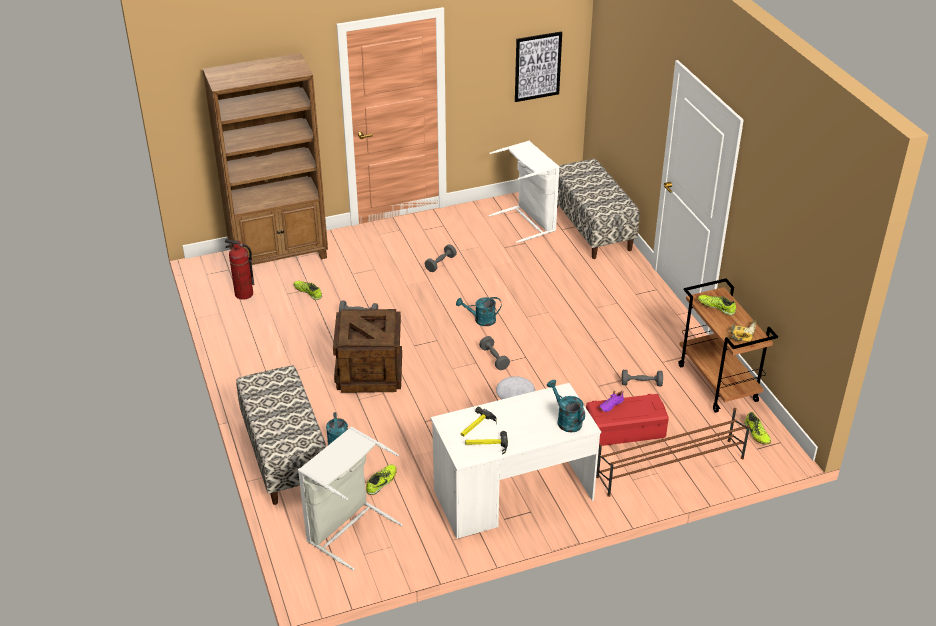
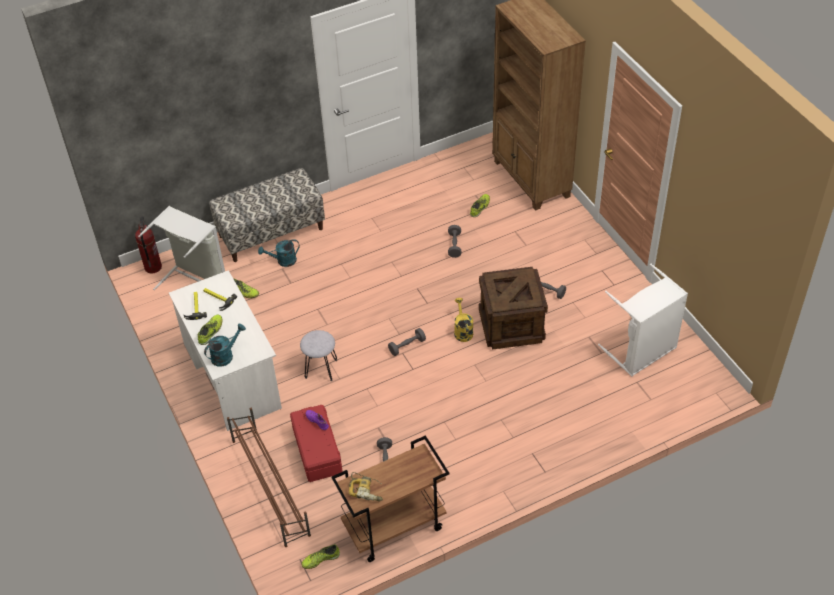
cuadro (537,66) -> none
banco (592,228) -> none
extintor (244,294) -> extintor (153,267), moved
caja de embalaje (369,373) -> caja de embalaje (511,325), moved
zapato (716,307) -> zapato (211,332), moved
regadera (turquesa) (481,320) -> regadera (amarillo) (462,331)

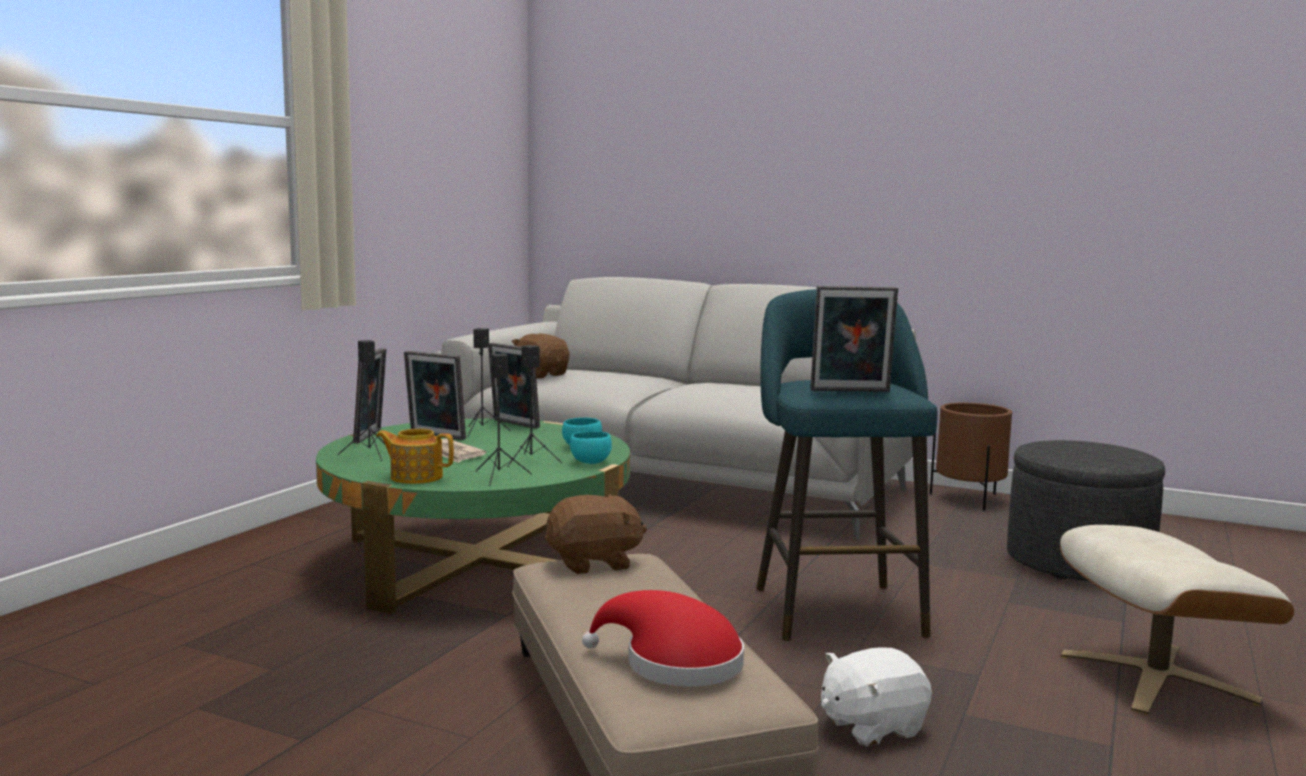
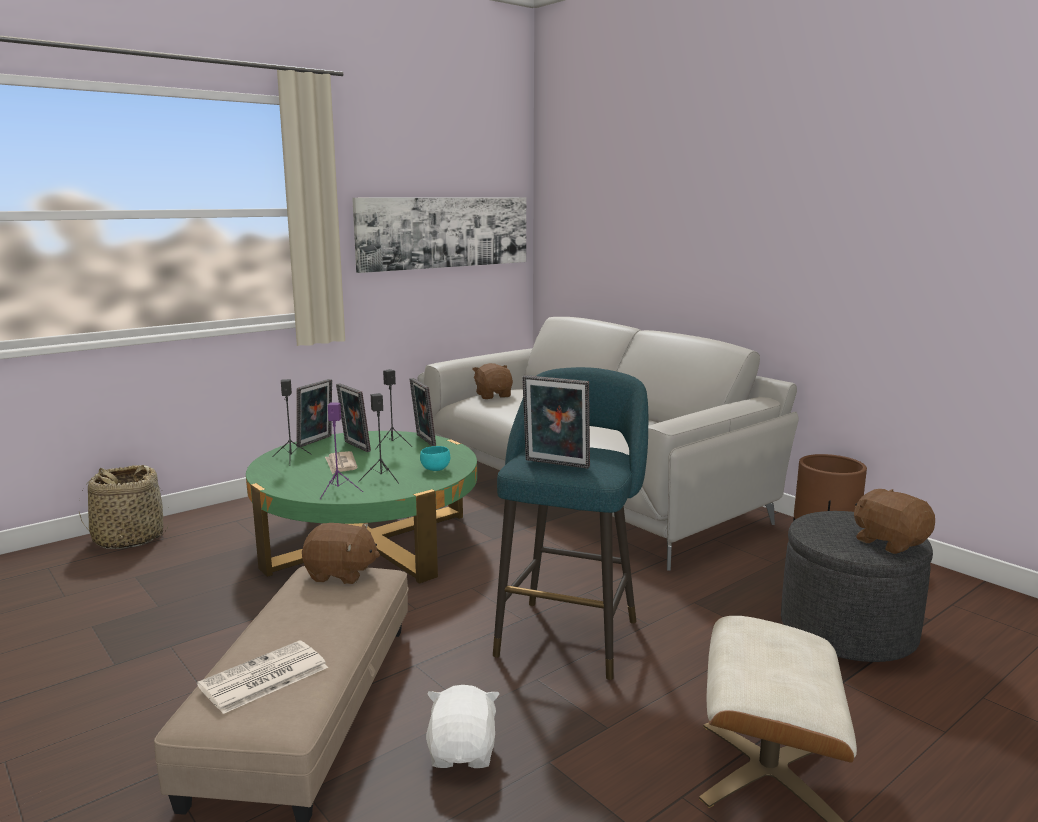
tetera (415,477) -> none
cuenco (turquesa) (589,462) -> none
none -> cesta (128,539)
none -> cuadro (445,232)
none -> peluche (marrón) (890,542)
sombrero (rojo) (674,663) -> periódico (263,678)
altavoz (negro) (499,477) -> altavoz (morado) (338,491)
peluche (blanco) (871,726) -> peluche (blanco) (463,752), 90 degrees clockwise

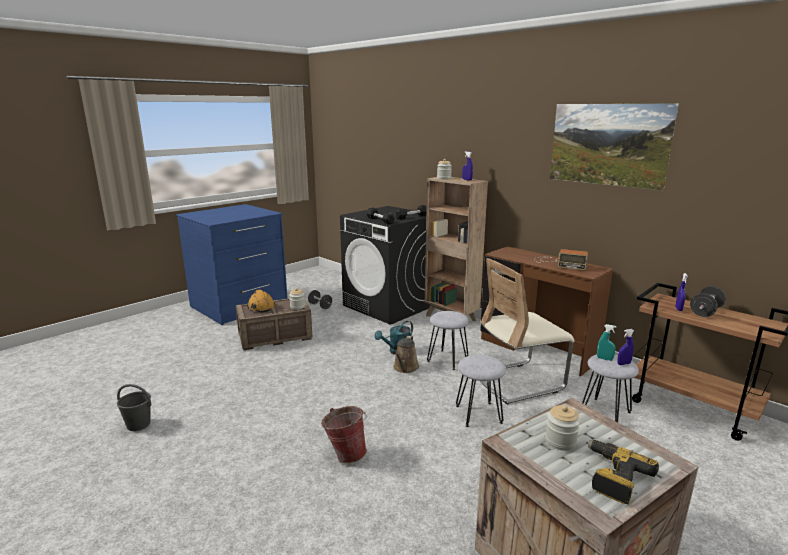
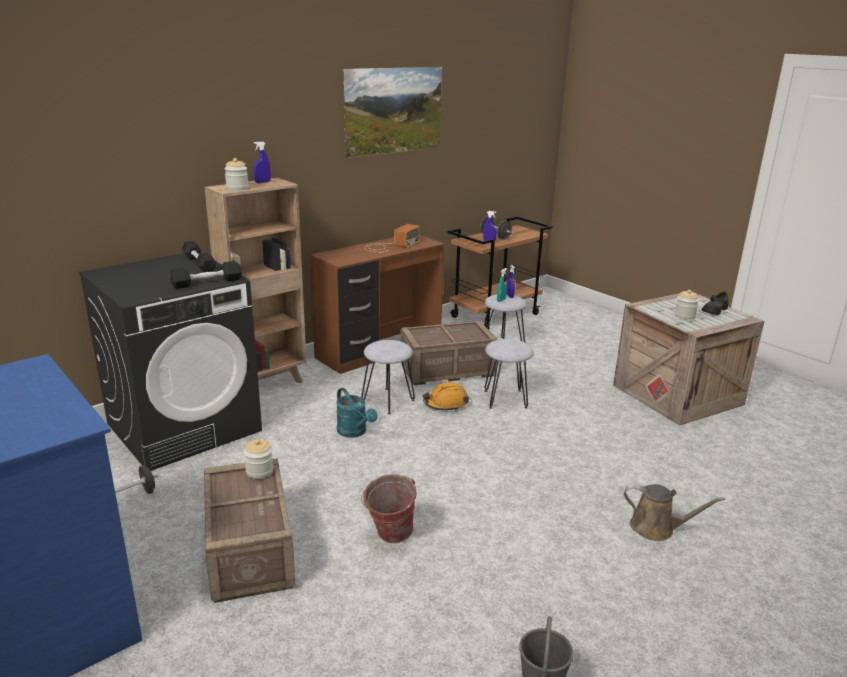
casco (naranja) (260,306) -> casco (naranja) (445,404), moved
cubo (345,454) -> cubo (389,537), moved
regadera (marrón) (405,368) -> regadera (marrón) (656,528), moved
silla (beis) (518,382) -> caja de embalaje (446,370)
taladro (612,477) -> zapato (negro) (714,310)

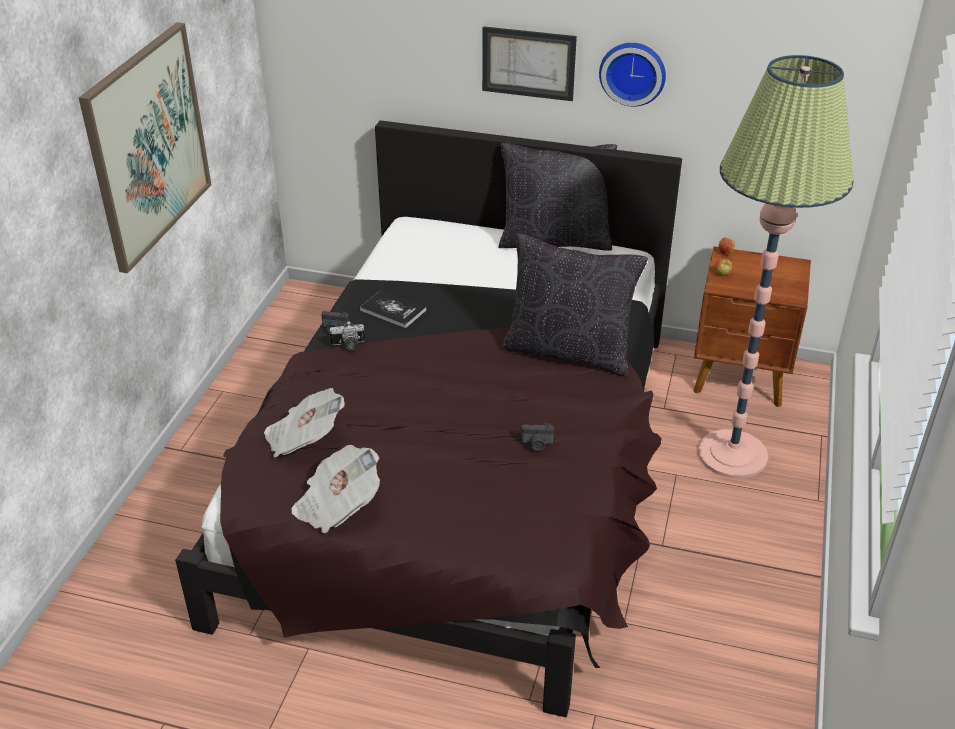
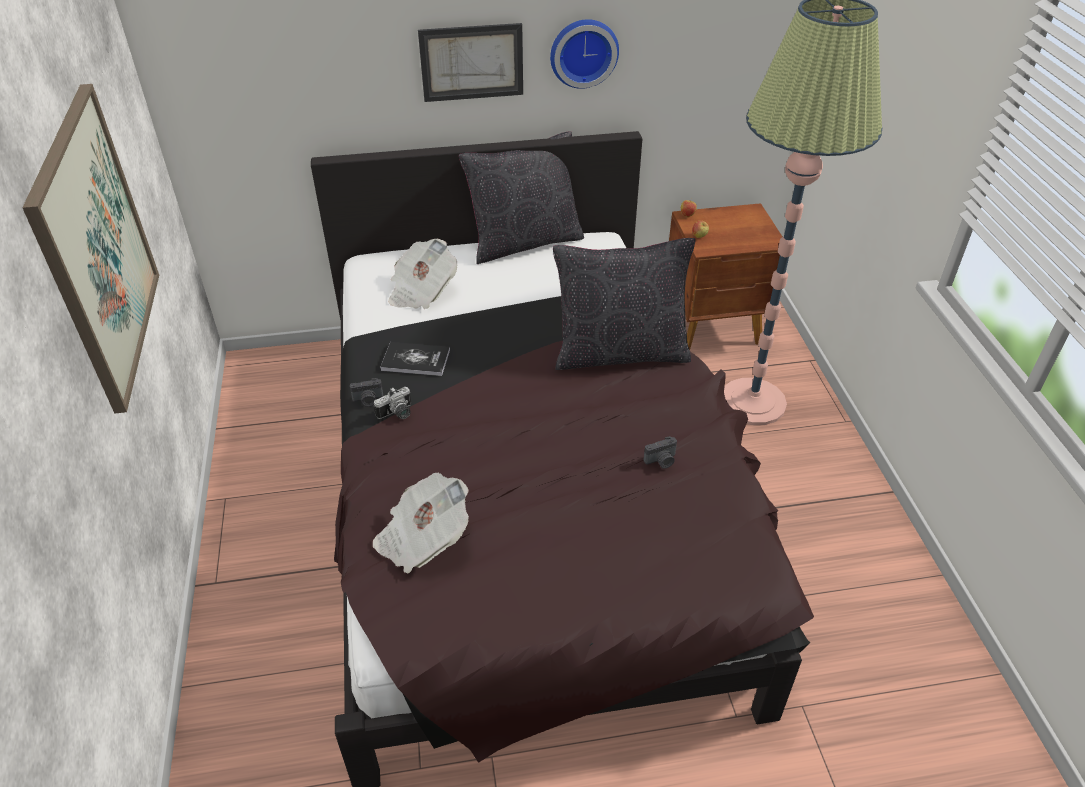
periódico (337,505) -> periódico (421,291), moved

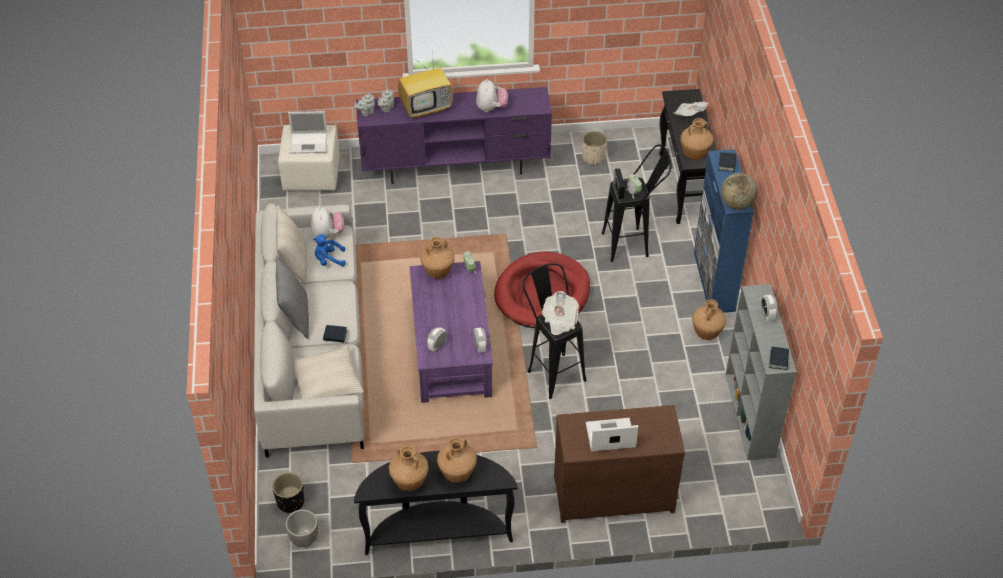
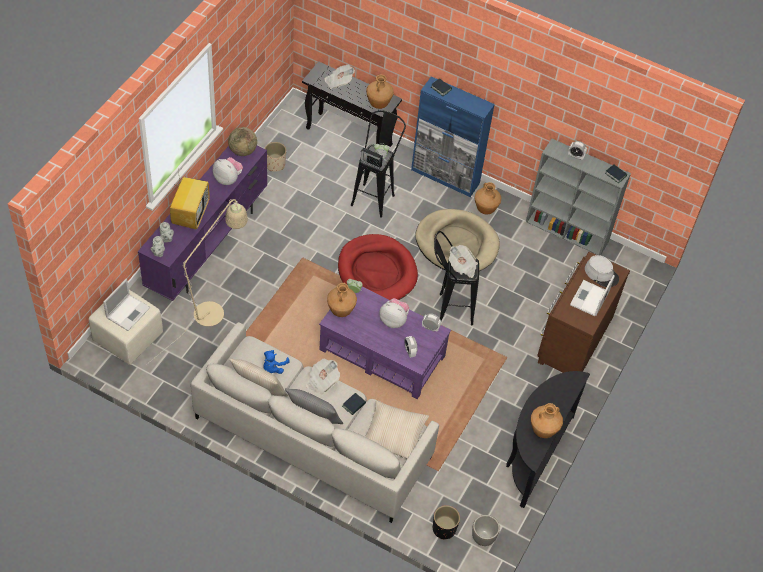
florero (marrón) (457,474) -> none
none -> lámpara de pie (beis) (214,308)
none -> periódico (322,381)
none -> cama para perro (beis) (456,244)
none -> sombrero (gris) (601,274)
peluche (328,234) -> peluche (393,320), moved
globo terráqueo (737,203) -> globo terráqueo (243,151), moved

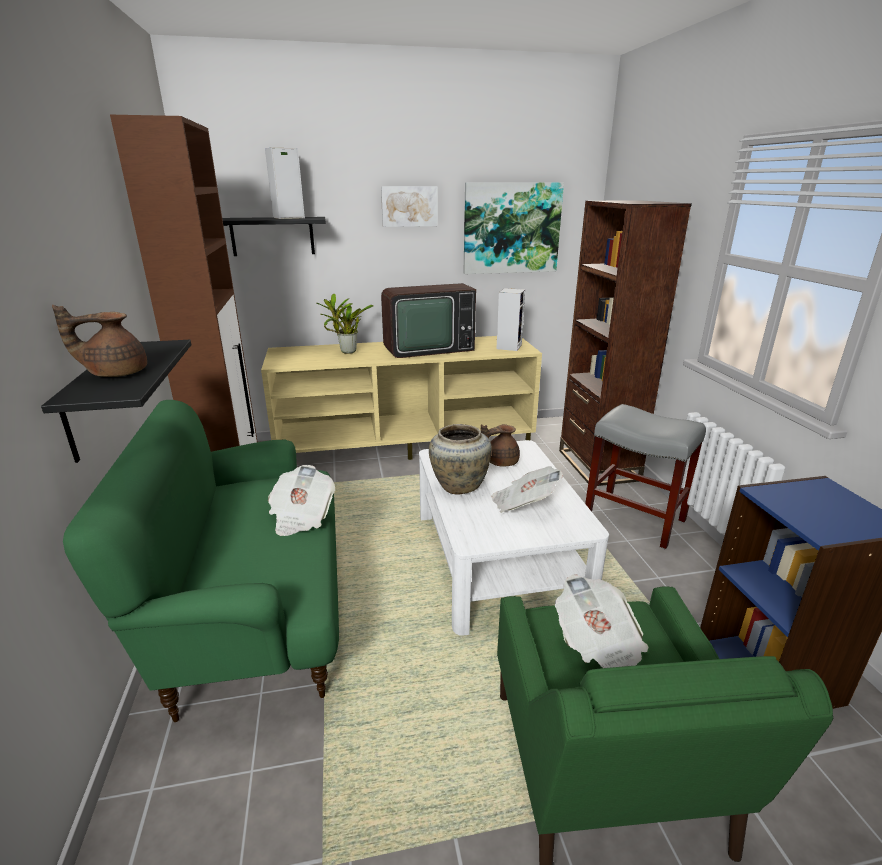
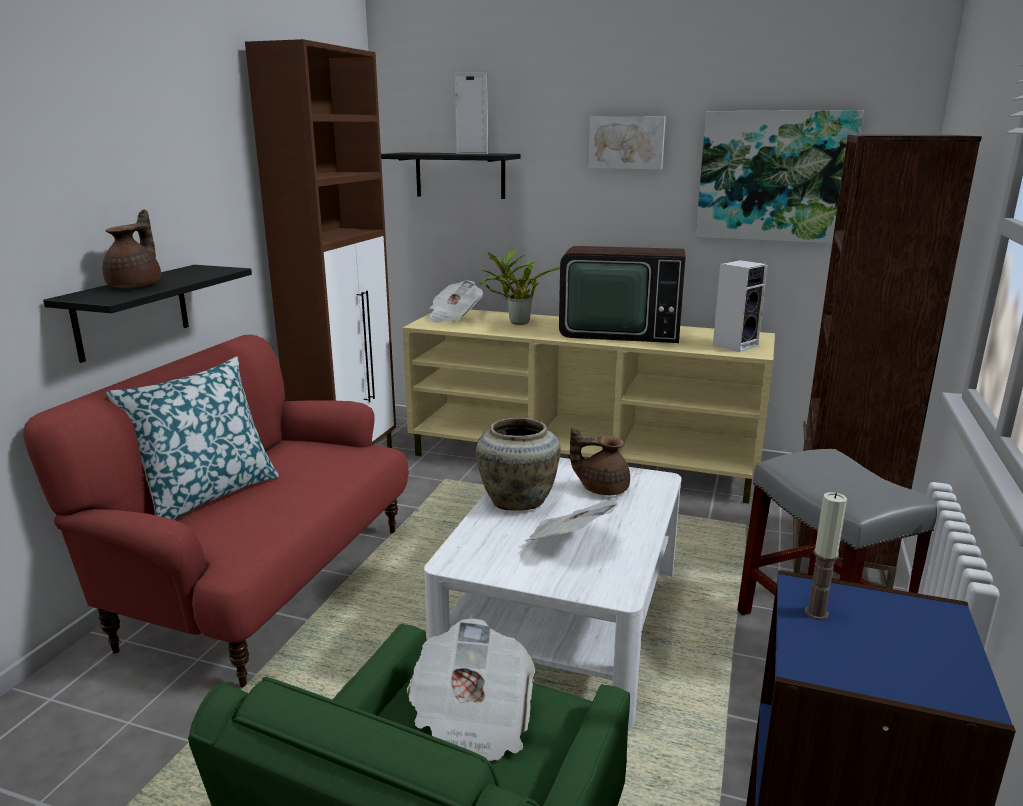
none -> cojín (208,495)
none -> vela (816,613)
periódico (301,516) -> periódico (453,317), moved
sofá (verde) (257,610) -> sofá (rojo) (265,584)
tetera (marrón) (116,373) -> tetera (marrón) (137,285), 90 degrees clockwise

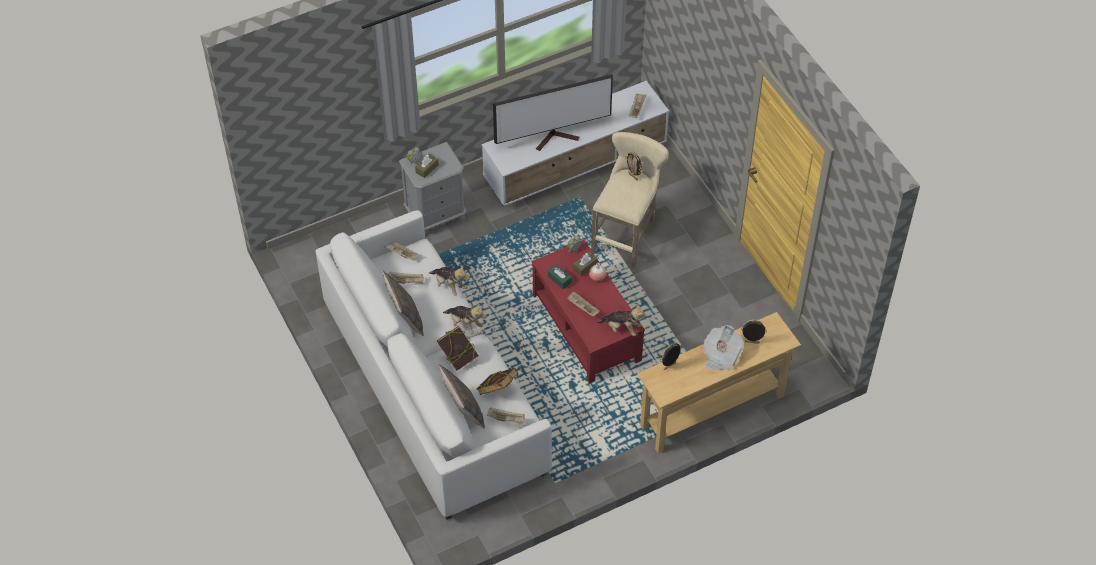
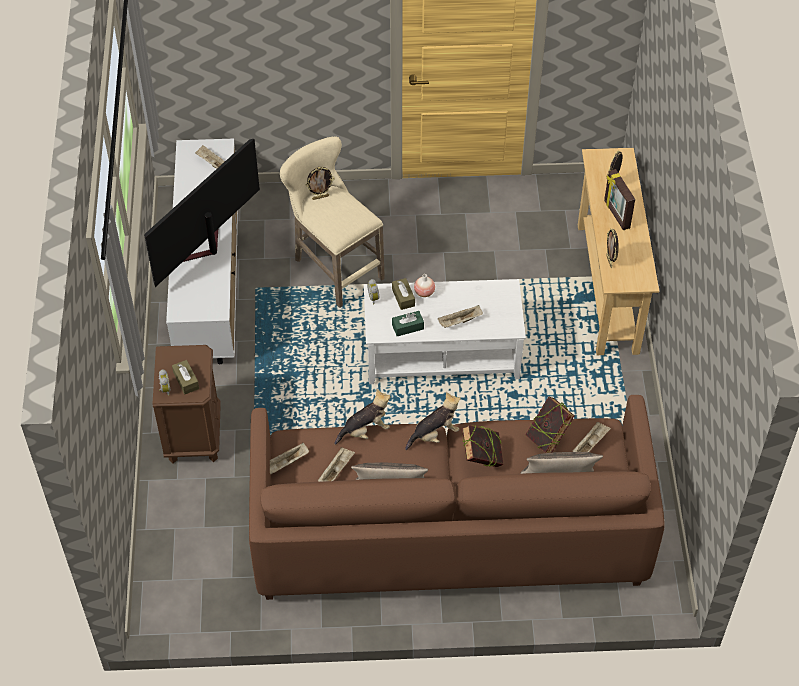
peluche (622,328) -> none
periódico (720,355) -> portarretratos (616,215)
sofá (blanco) (434,388) -> sofá (marrón) (448,530)
mesita de noche (gris) (436,215) -> mesita de noche (marrón) (193,435)
mesa de centro (rojo) (585,328) -> mesa de centro (blanco) (441,353)
televisor (556,138) -> televisor (205,249), 150 degrees counterclockwise

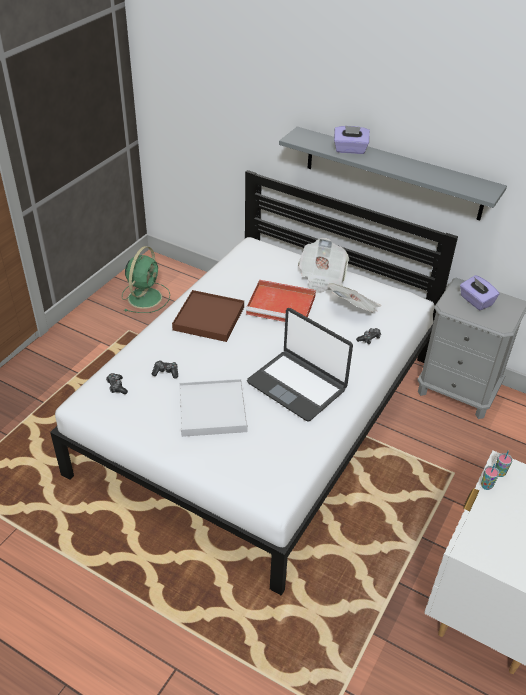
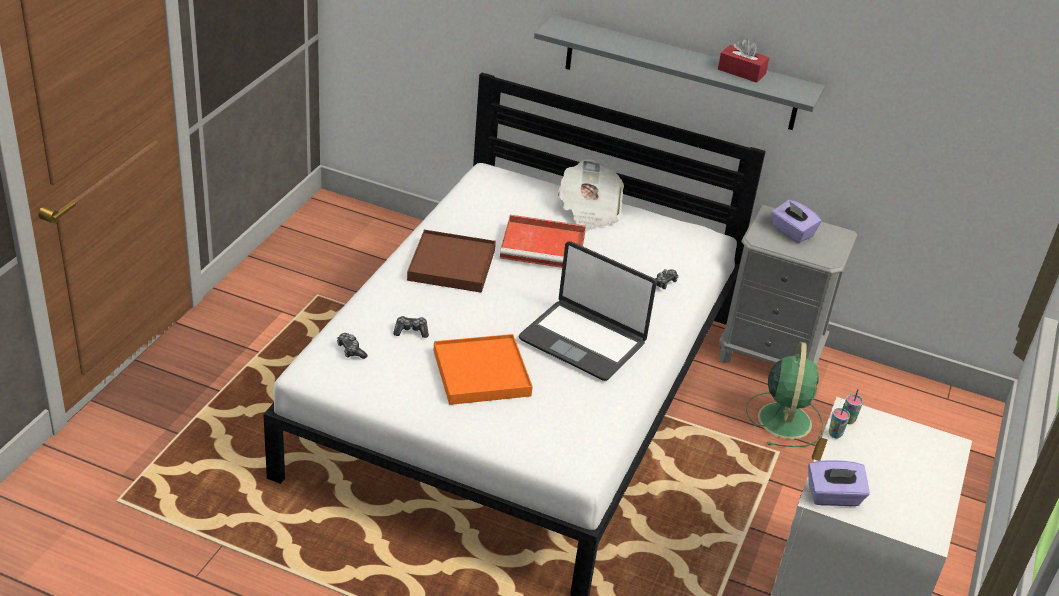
periódico (354,309) -> none
none -> caja de pañuelos (rojo) (741,72)
ventilador (verde) (145,297) -> ventilador (verde) (784,419), moved
caja de pañuelos (morado) (350,150) -> caja de pañuelos (morado) (833,497), moved
bandeja (blanco) (212,410) -> bandeja (naranja) (481,373)

